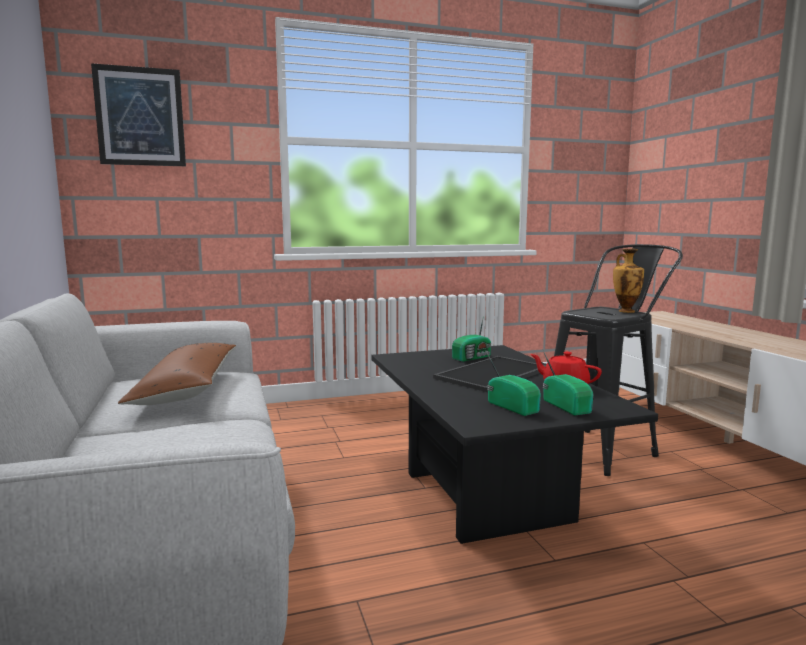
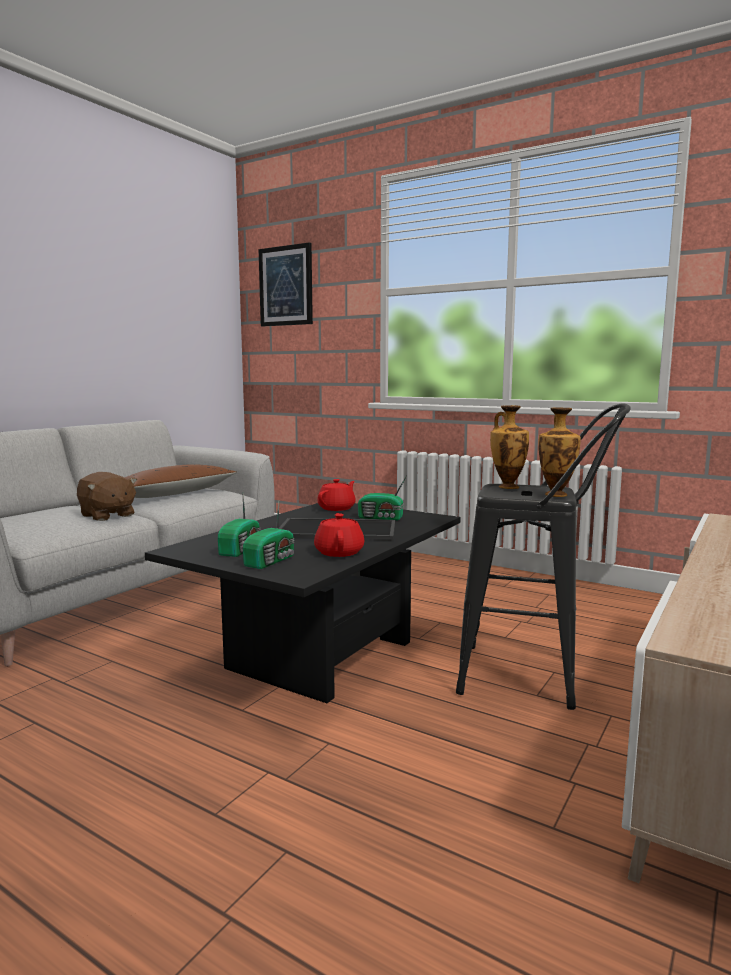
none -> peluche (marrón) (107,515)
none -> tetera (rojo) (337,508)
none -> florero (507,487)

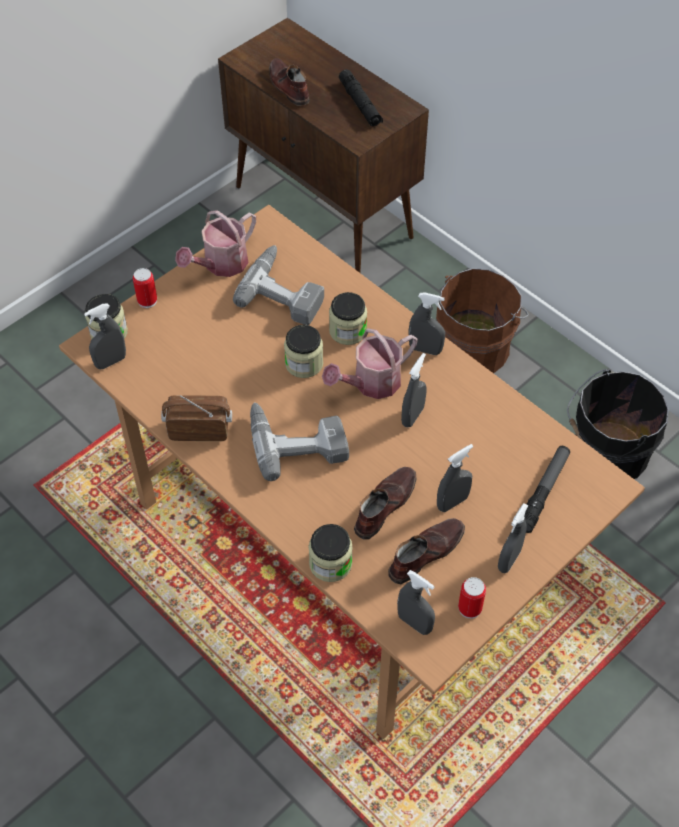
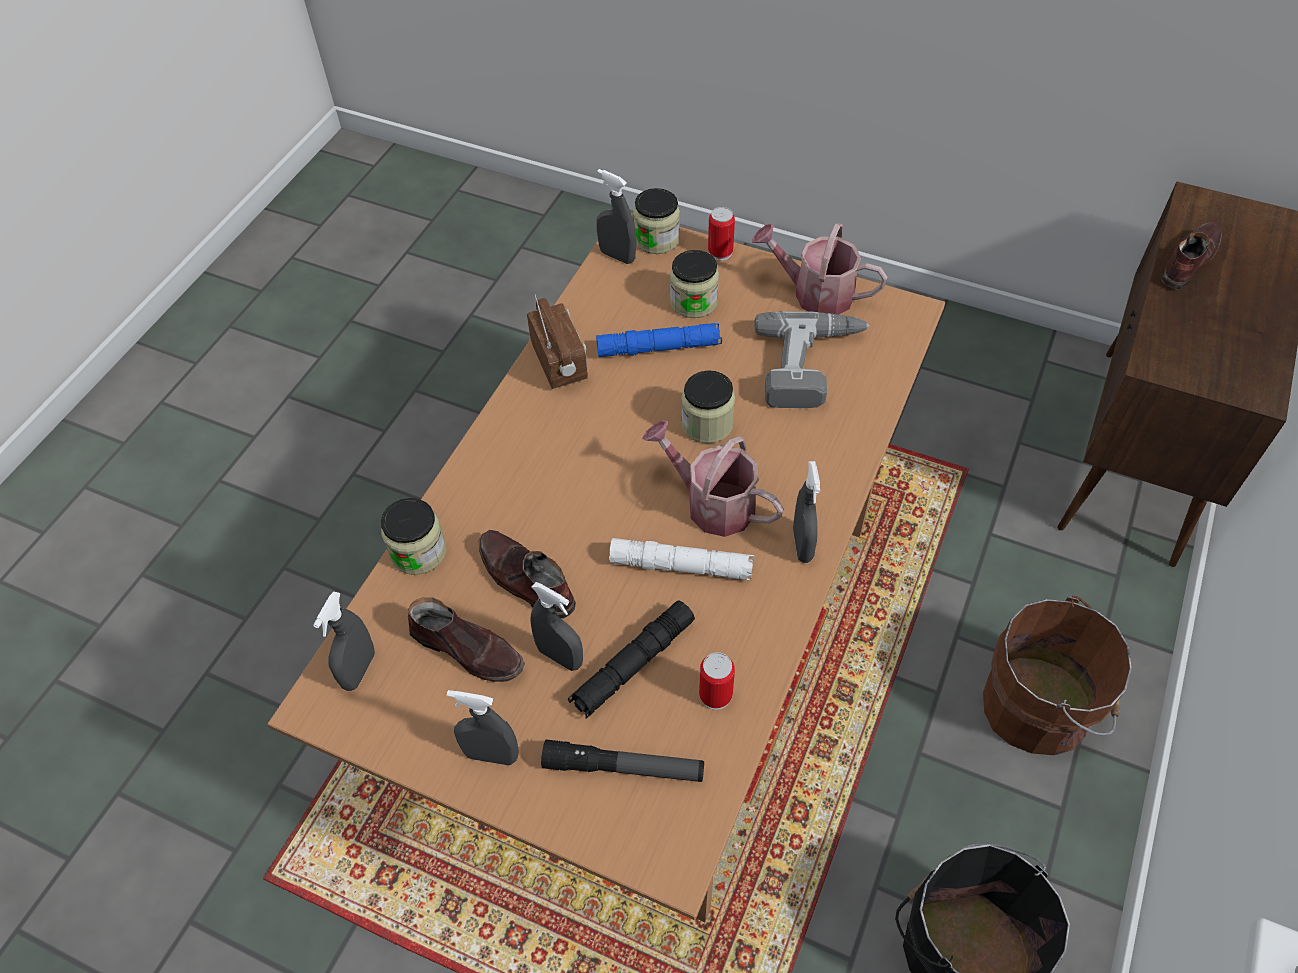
taladro (297,440) -> none
none -> linterna (azul) (659,348)
tarro (347,331) -> tarro (693,302), moved
linterna (negro) (360,104) -> linterna (negro) (633,664), moved
lata (469,608) -> lata (715,695), moved
pulverizador (gris) (412,416) -> linterna (blanco) (681,566)
zapato (marrón) (384,505) -> zapato (marrón) (525,580), 150 degrees counterclockwise

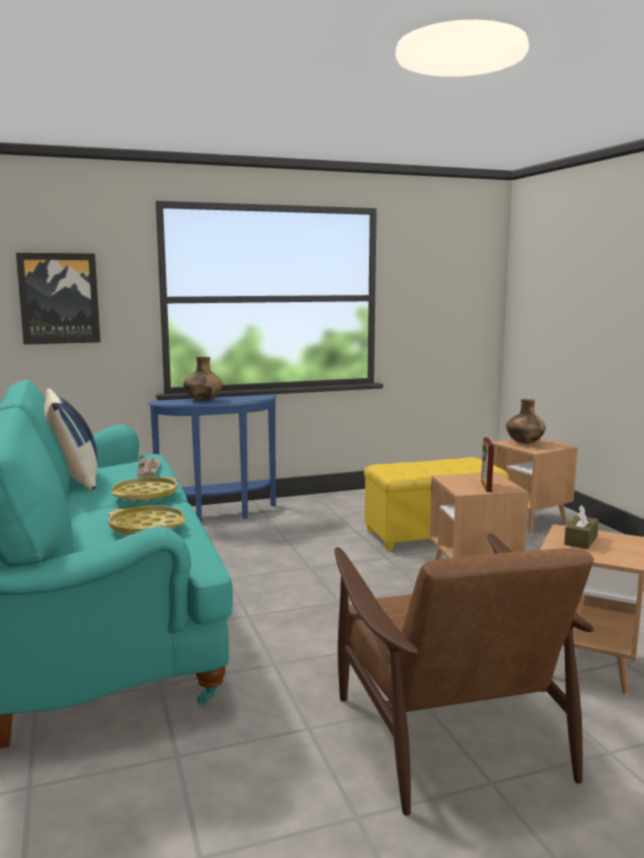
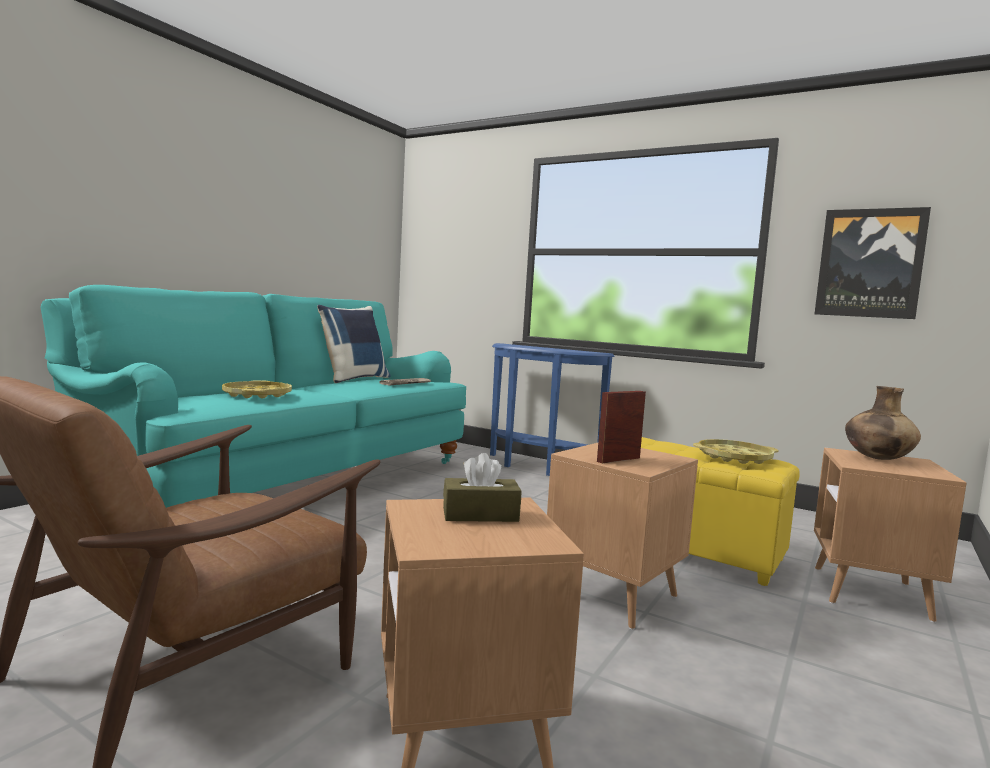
florero (marrón) (203,400) -> none
cuadro (59,298) -> cuadro (869,263), moved
bandeja (amarillo) (145,495) -> bandeja (amarillo) (734,457), moved

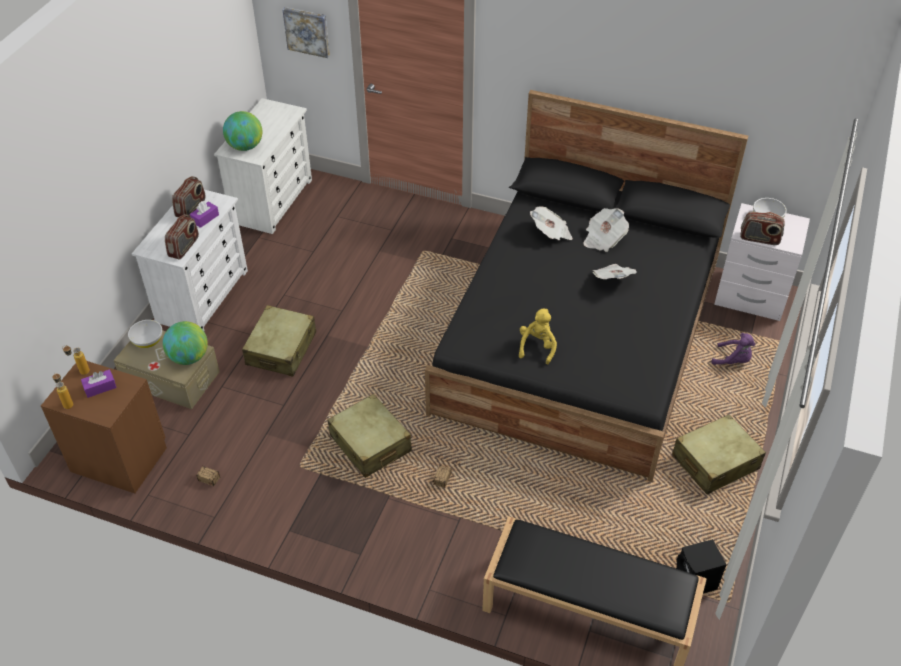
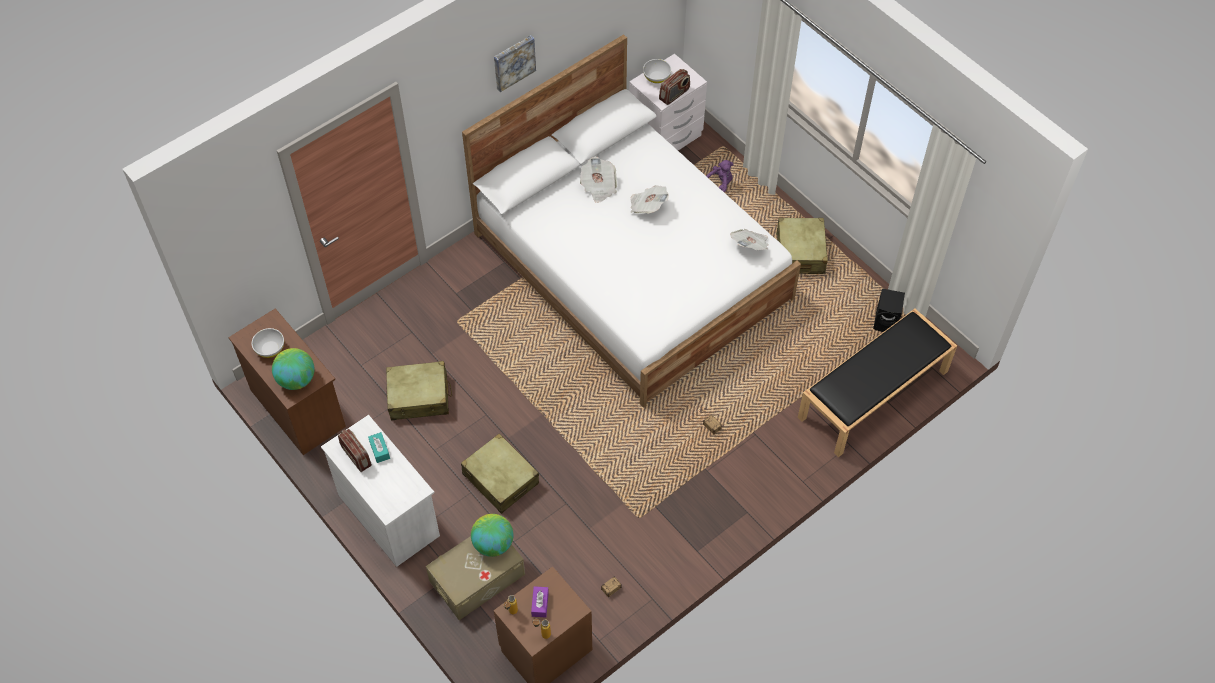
radio (184,247) -> none
peluche (amarillo) (537,347) -> none
cuenco (blanco) (148,341) -> cuenco (blanco) (270,348), moved
cuadro (307,31) -> cuadro (513,62), moved
maleta (beis) (370,444) -> maleta (beis) (419,397), moved
periódico (551,233) -> periódico (750,246), moved
caja de pañuelos (morado) (205,218) -> caja de pañuelos (turquesa) (379,450)
cómoda (blanco) (272,200) -> cómoda (marrón) (297,408)
cama (negro) (580,337) -> cama (blanco) (632,265)

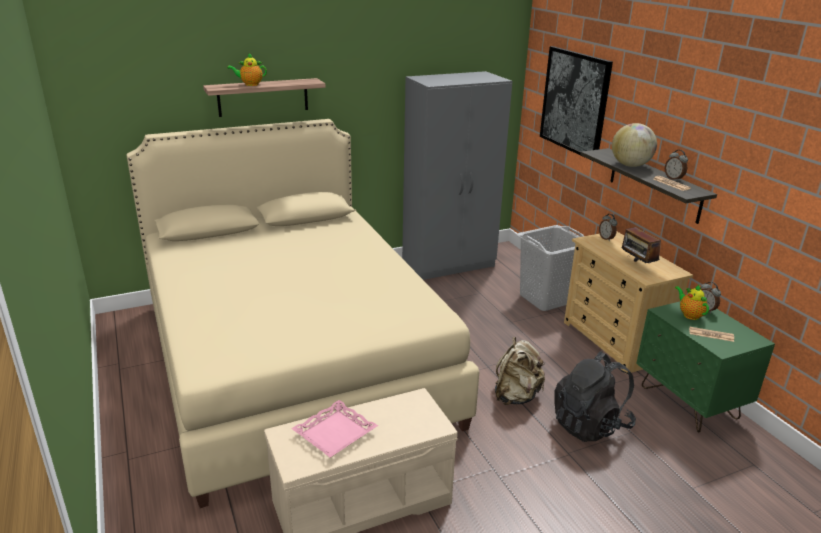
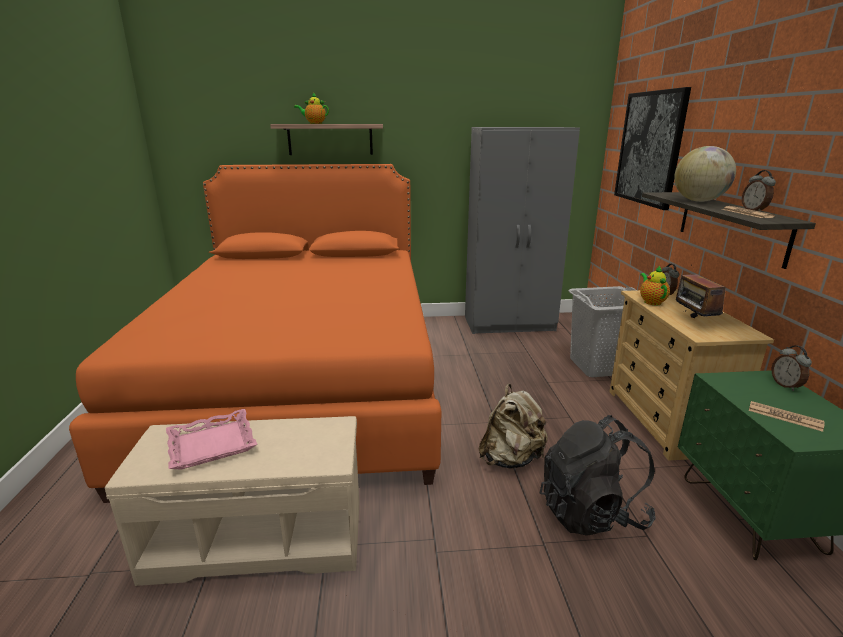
tetera (689,315) -> tetera (651,301), moved
cama (beis) (292,360) -> cama (naranja) (303,382)

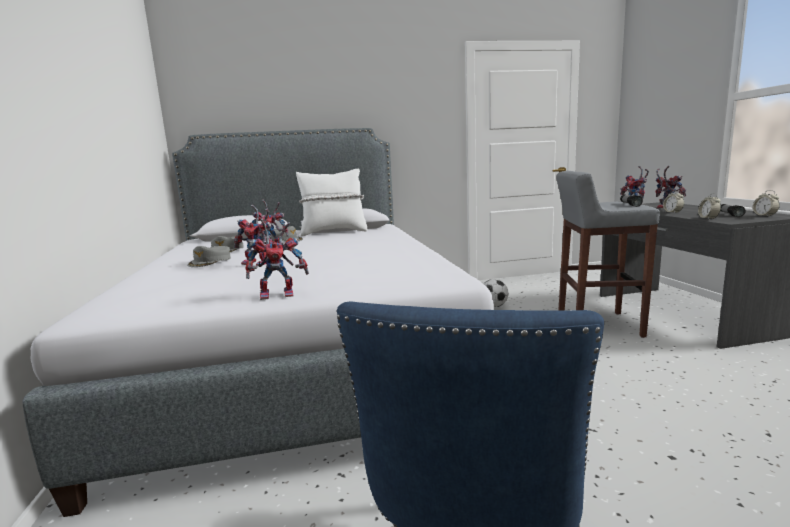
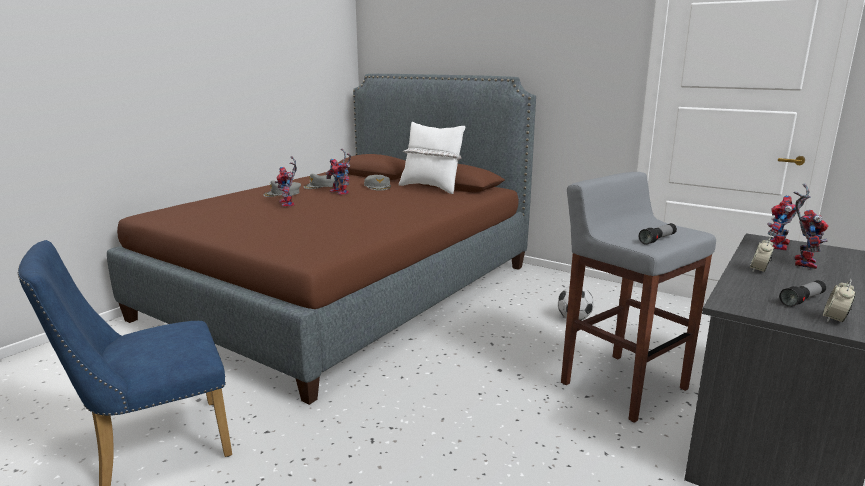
robot de juguete (280,294) -> none
despertador (708,218) -> none
cama (gris) (299,354) -> cama (marrón) (346,290)

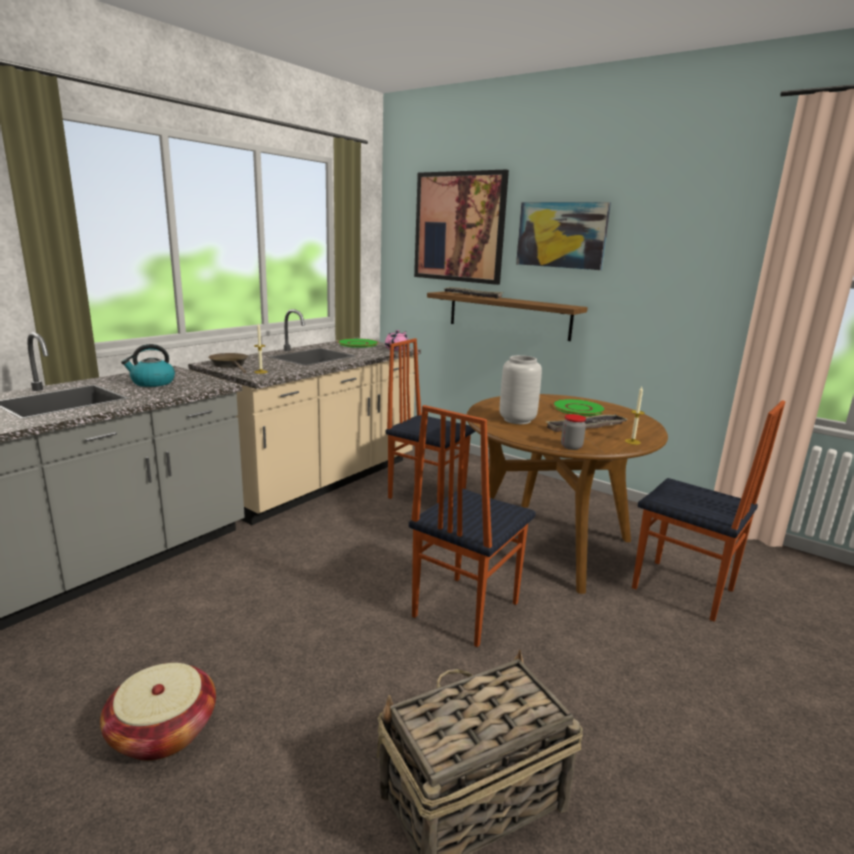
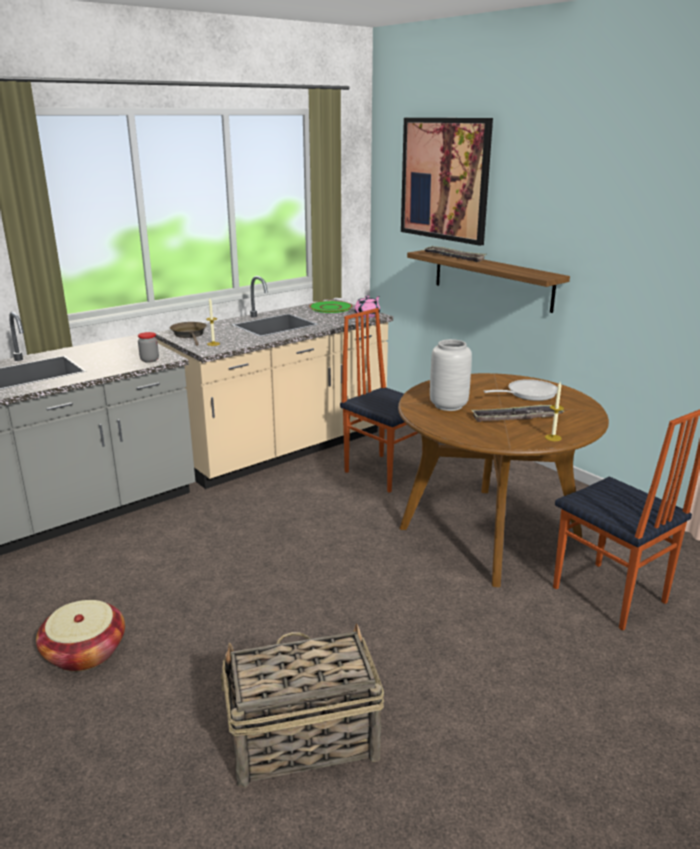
hervidor (152,383) -> none
silla (463,609) -> none
cuadro (561,235) -> none
tarro (571,447) -> tarro (149,360), moved
plato (verde) (578,408) -> sartén (527,394)

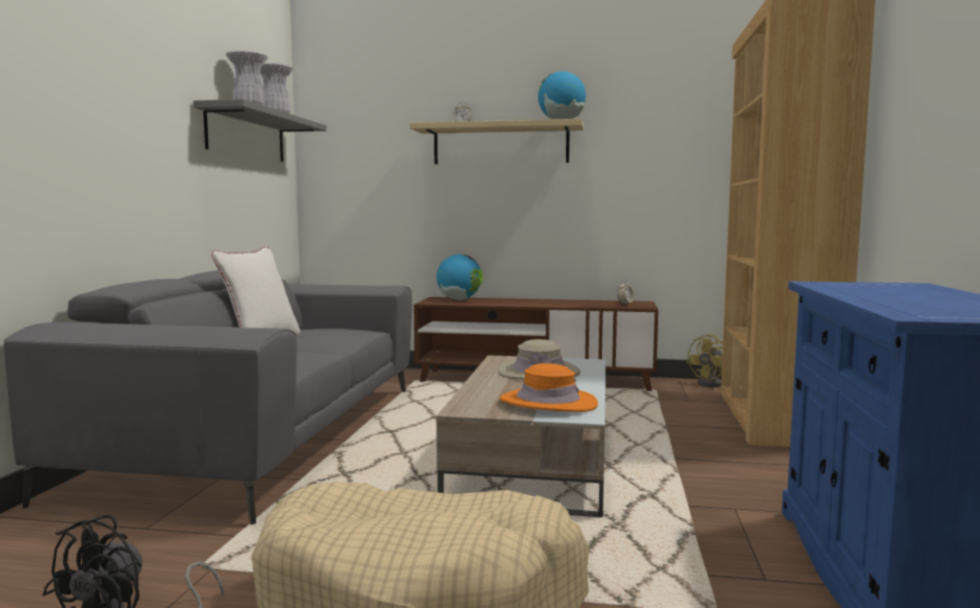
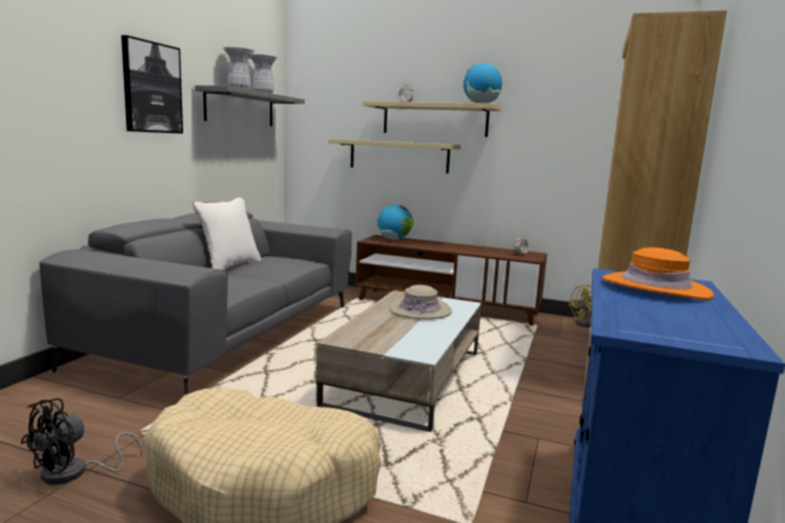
none -> cuadro (152,88)
none -> estante (beis) (399,156)
sombrero (naranja) (548,402) -> sombrero (naranja) (655,288), moved

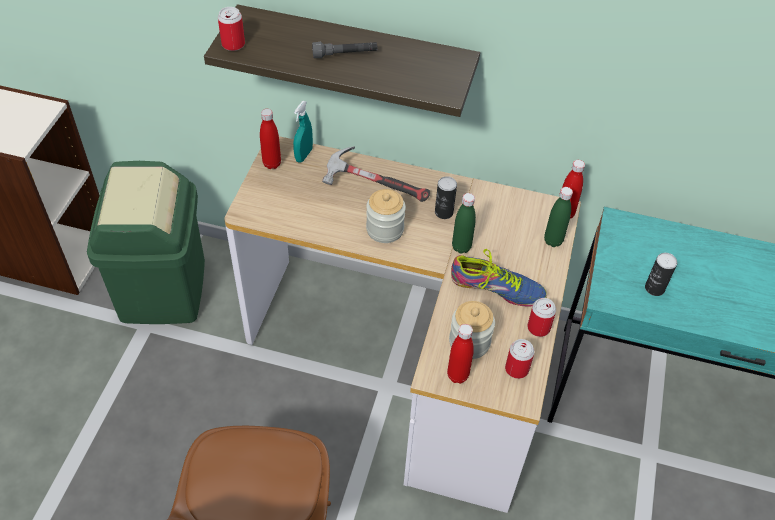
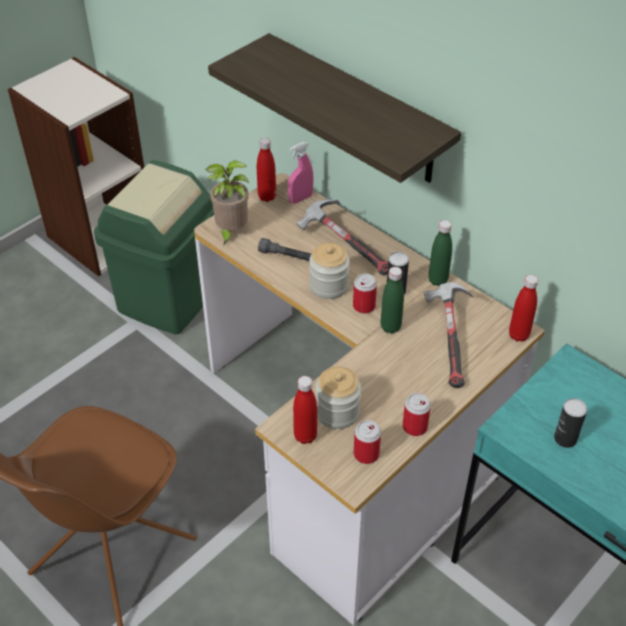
zapato (496,287) -> none
none -> planta en maceta (230,232)
none -> martillo (449,340)
lata (233,44) -> lata (364,306), moved
linterna (gris) (345,54) -> linterna (gris) (288,257), moved
botella (verde) (553,241) -> botella (verde) (438,280), moved
pulverizador (turquesa) (304,155) -> pulverizador (rosa) (300,199)

